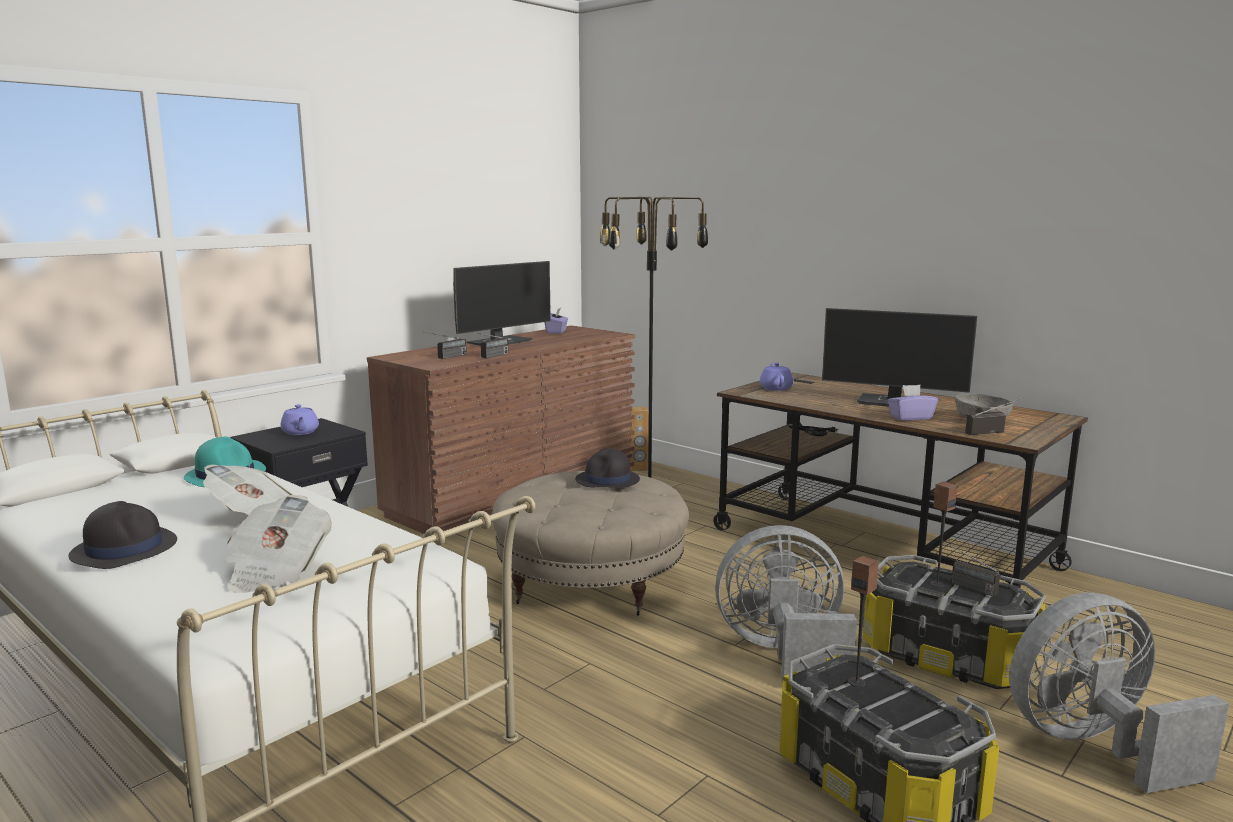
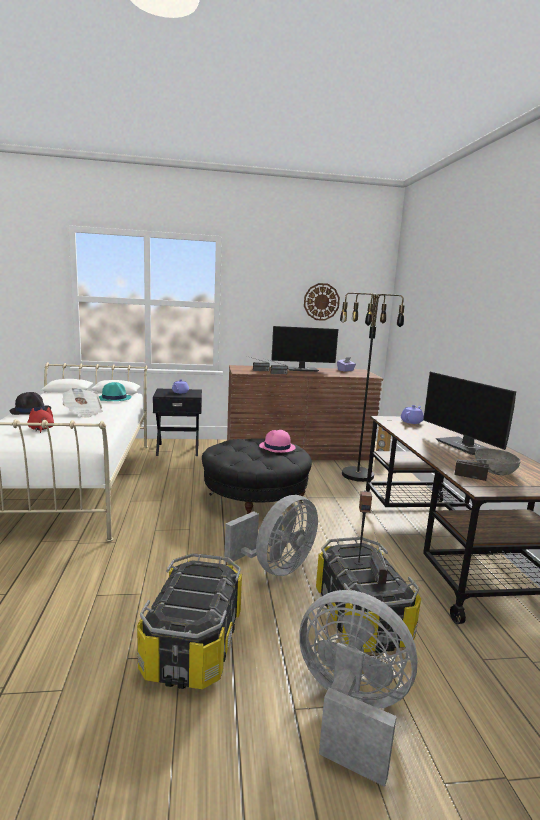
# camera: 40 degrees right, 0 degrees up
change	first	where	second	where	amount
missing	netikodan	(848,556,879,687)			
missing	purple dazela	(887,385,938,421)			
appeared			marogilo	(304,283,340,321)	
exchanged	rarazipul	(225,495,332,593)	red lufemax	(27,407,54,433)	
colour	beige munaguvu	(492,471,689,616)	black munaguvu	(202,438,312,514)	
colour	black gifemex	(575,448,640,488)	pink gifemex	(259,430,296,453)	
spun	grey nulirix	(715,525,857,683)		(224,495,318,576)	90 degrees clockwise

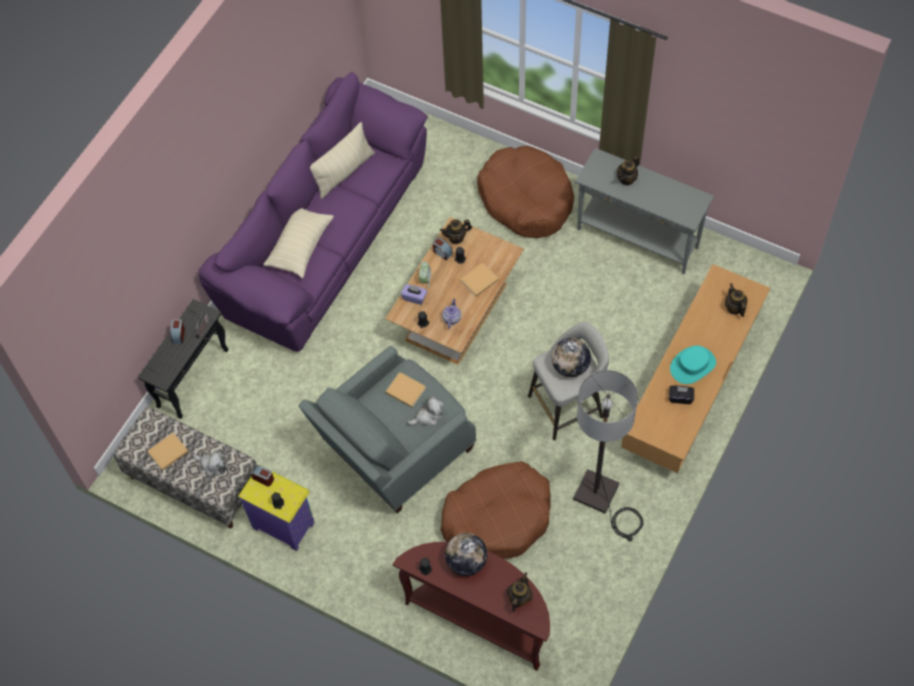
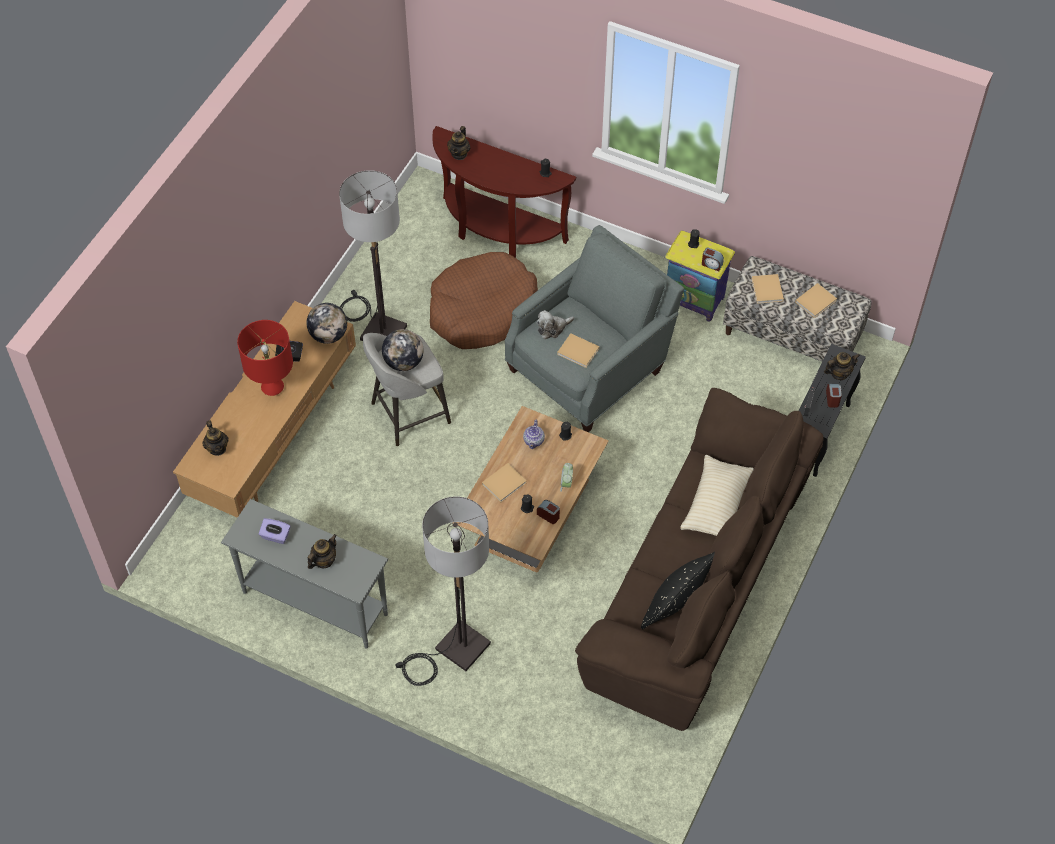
# camera: 175 degrees right, 5 degrees down
change	first	where	second	where	amount
relocated	purple dazela	(401,284,427,305)		(259,518,291,544)	
relocated	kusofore	(440,219,472,244)		(824,352,860,380)	
relocated	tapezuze	(445,533,487,576)		(306,303,347,344)	
exchanged	lufemax	(193,450,228,477)	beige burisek	(752,274,784,304)	
exchanged	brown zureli	(477,146,574,238)	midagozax	(395,496,491,686)	
exchanged	turquoise gifemex	(670,345,716,384)	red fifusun	(237,320,293,396)	
colour	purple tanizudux	(198,72,428,352)	brown tanizudux	(575,388,824,731)	
colour	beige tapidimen	(310,122,375,199)	black tapidimen	(641,552,715,629)	

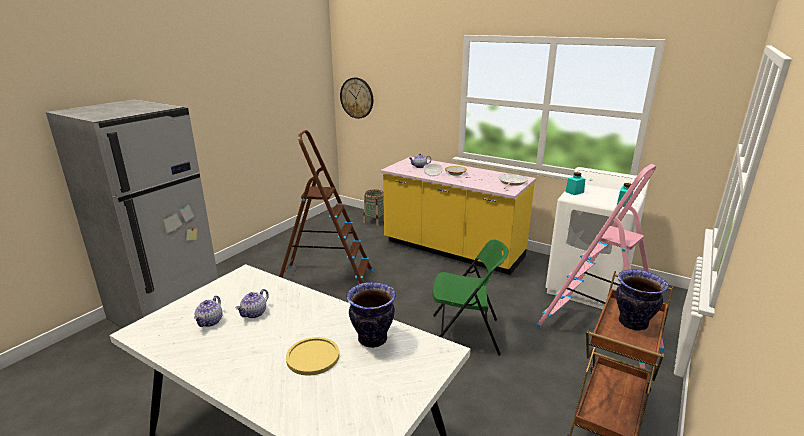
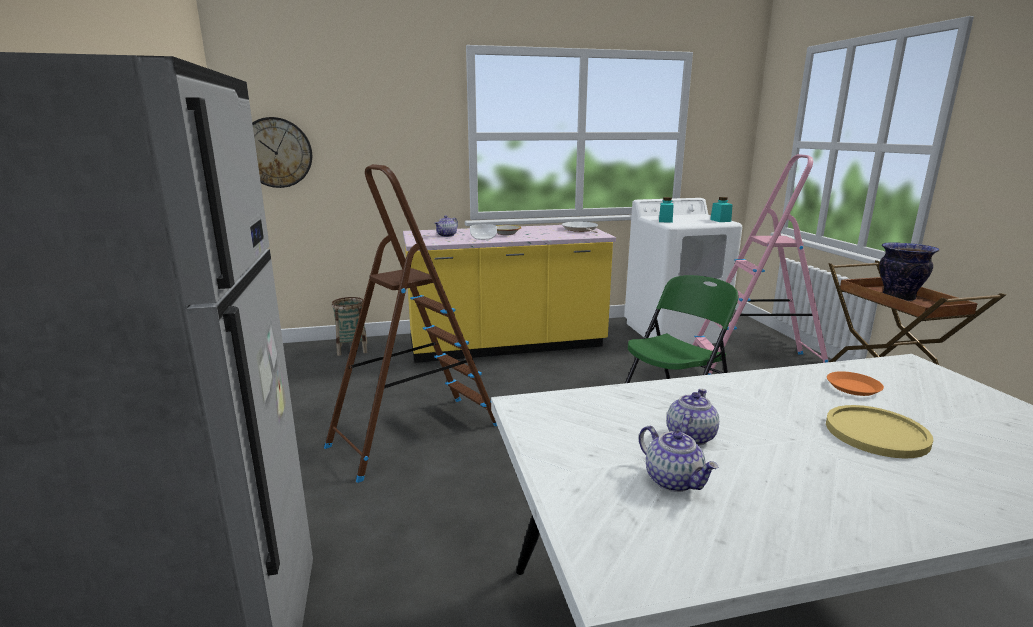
# camera: 45 degrees left, 5 degrees down
change	first	where	second	where	amount
exchanged	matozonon	(346,282,396,348)	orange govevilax	(827,371,884,396)	
spun	kusofore	(235,289,269,318)		(667,389,719,446)	135 degrees counterclockwise

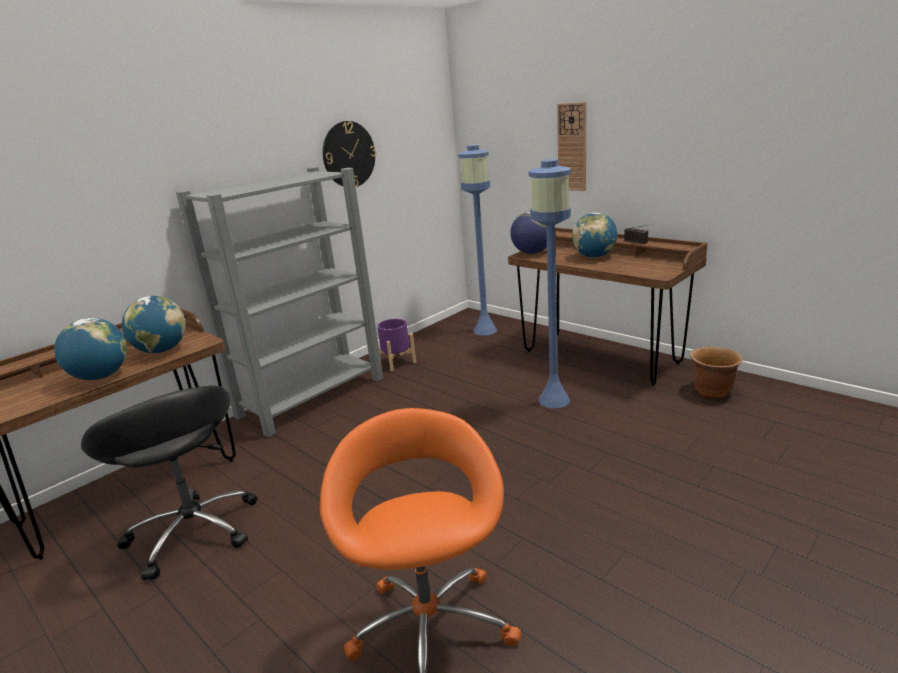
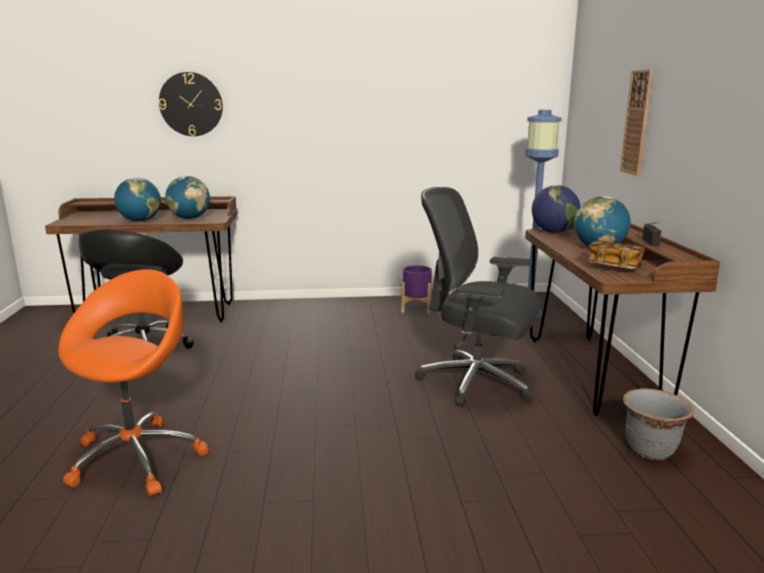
# camera: 40 degrees right, 5 degrees down
change	first	where	second	where	amount
missing	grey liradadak	(176,166,383,437)			
appeared			burisek	(587,241,645,270)	
relocated	marogilo	(323,121,376,187)		(159,72,223,136)	
exchanged	blue midagozax	(529,159,571,408)	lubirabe	(415,187,541,407)	
colour	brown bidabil	(690,347,743,398)	grey bidabil	(623,388,694,460)	

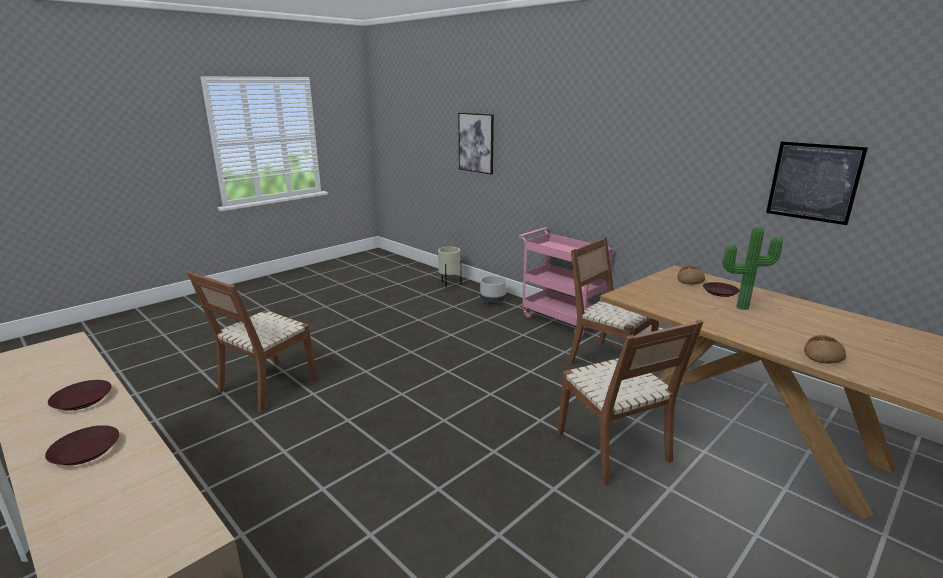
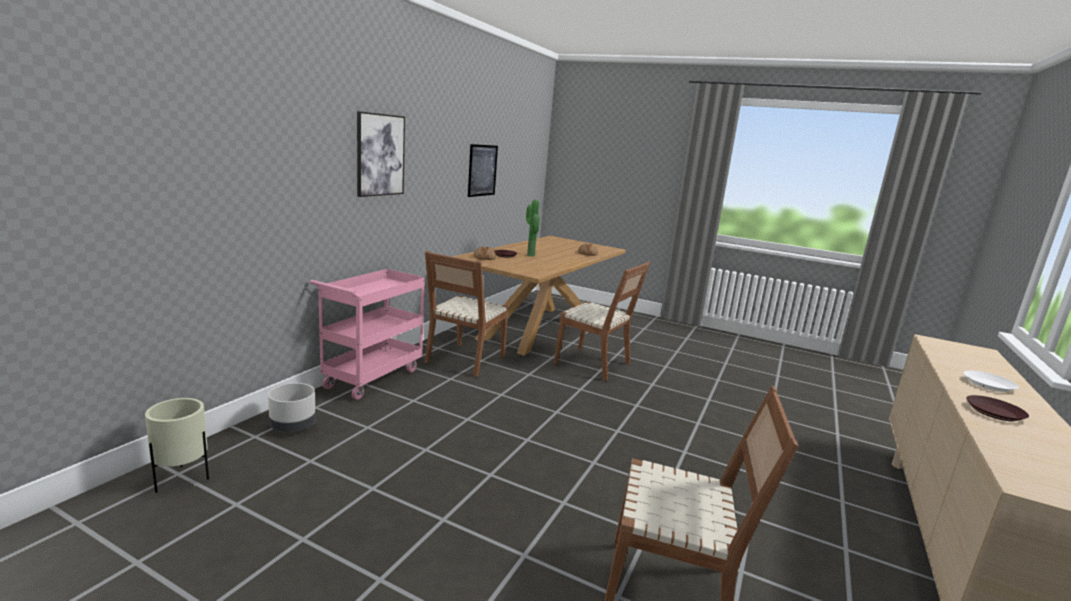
# camera: 110 degrees left, 5 degrees down
change	first	where	second	where	amount
relocated	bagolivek	(458,113,494,174)		(357,111,405,197)	
colour	brown govevilax	(45,425,119,465)	white govevilax	(963,371,1019,392)	
spun	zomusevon	(557,319,703,485)		(554,261,650,381)	75 degrees clockwise

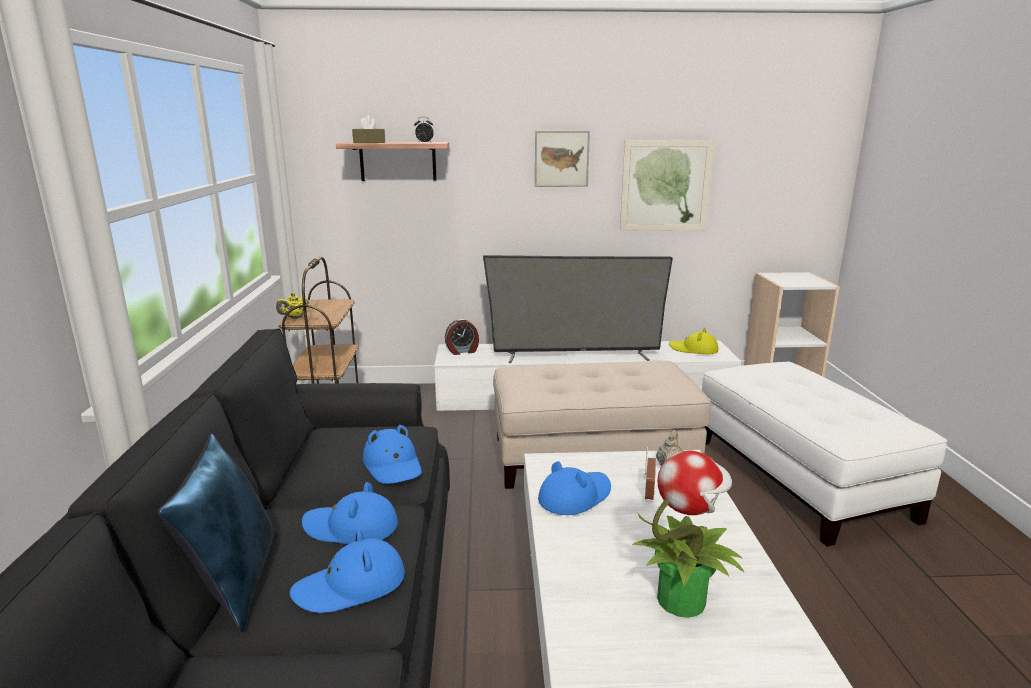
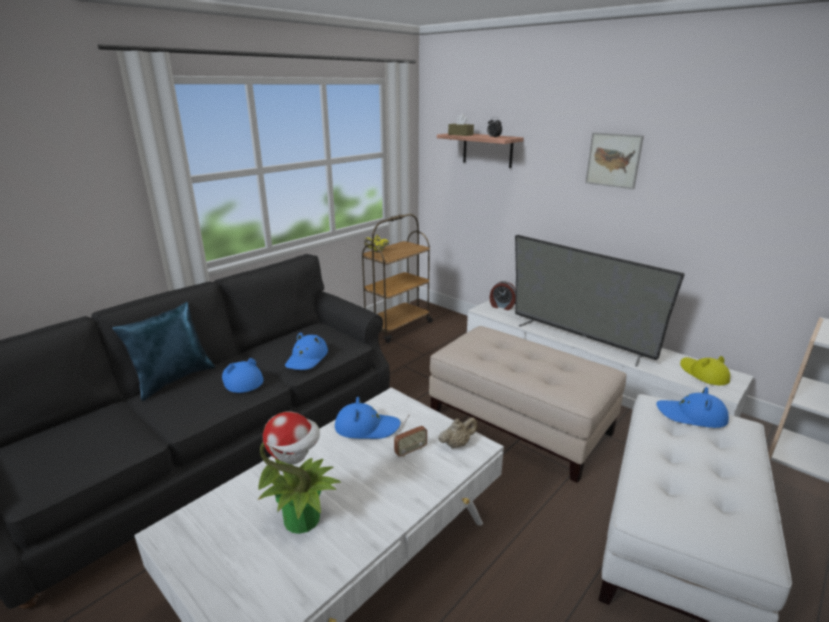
# camera: 45 degrees right, 5 degrees up
change	first	where	second	where	amount
missing	bagolivek	(620,140,714,231)			
relocated	blue gifemex	(290,530,405,613)		(656,387,729,428)	

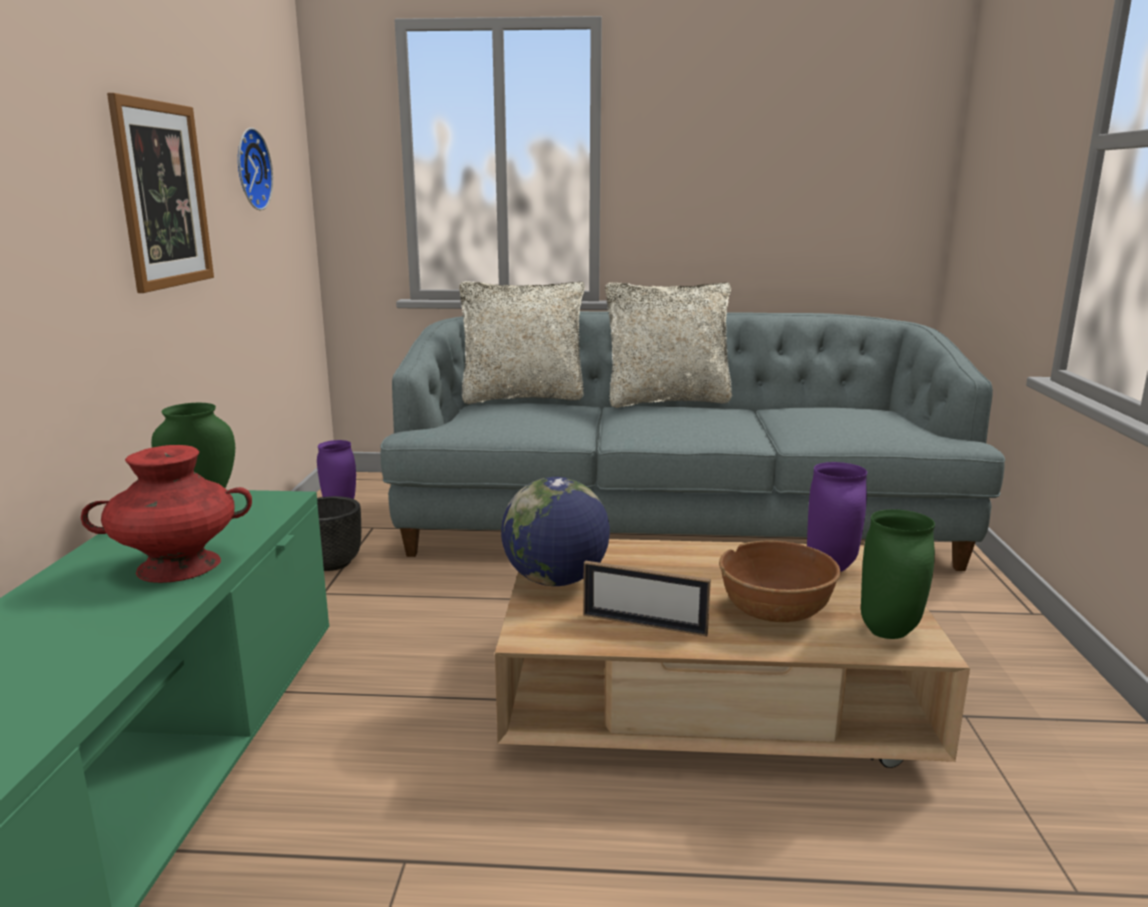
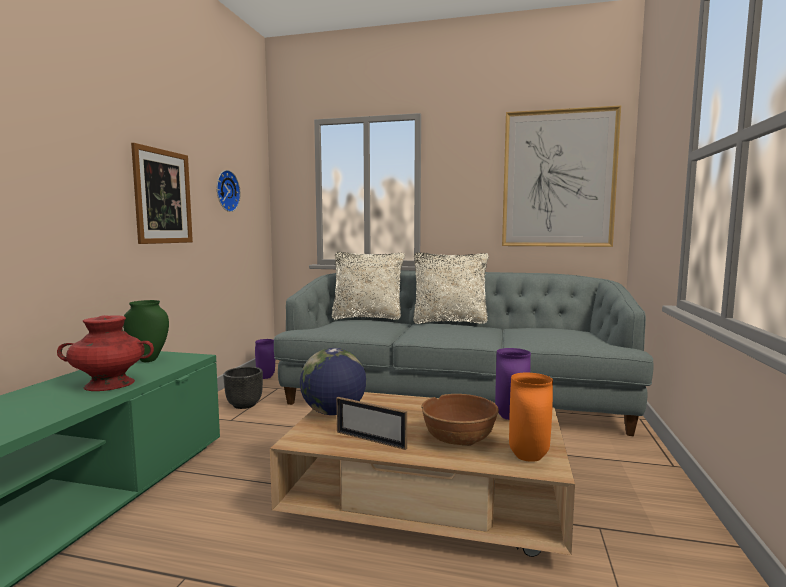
# camera: 10 degrees right, 10 degrees down
change	first	where	second	where	amount
appeared			bagolivek	(502,105,621,247)	
colour	green matozonon	(861,509,935,639)	orange matozonon	(509,373,553,462)	

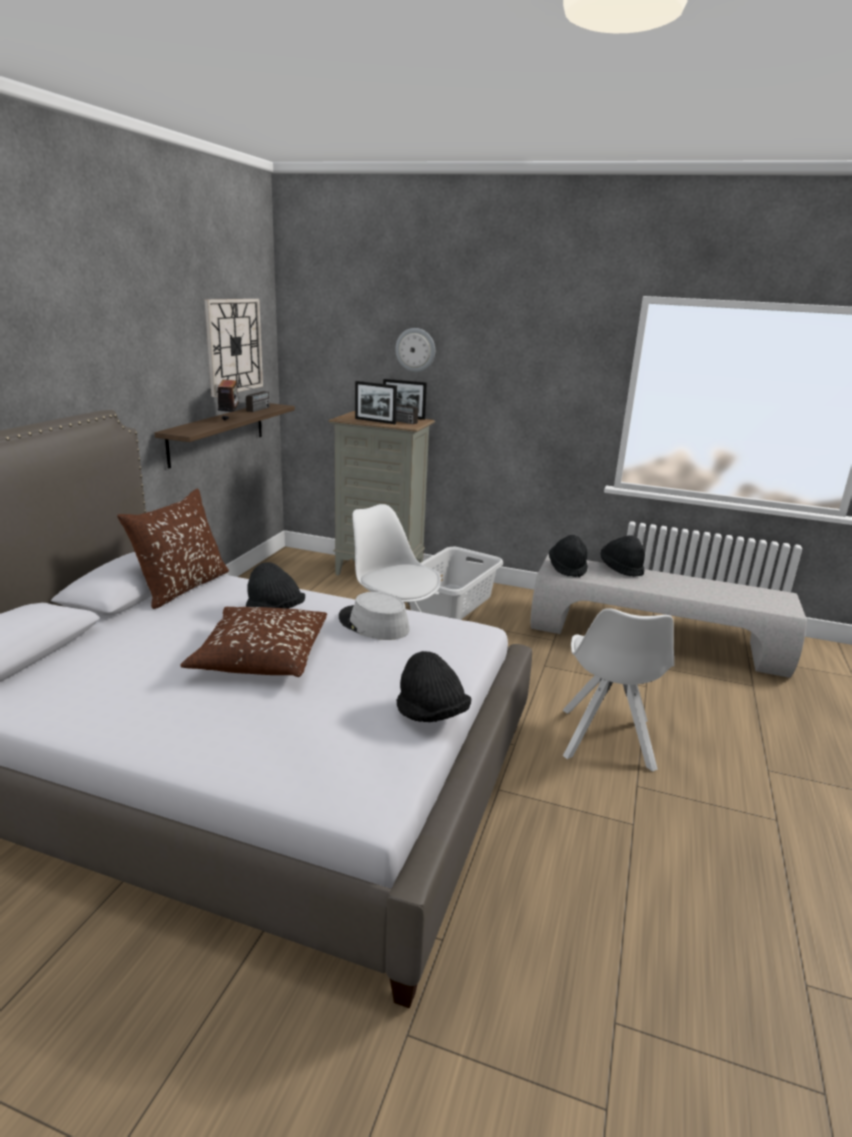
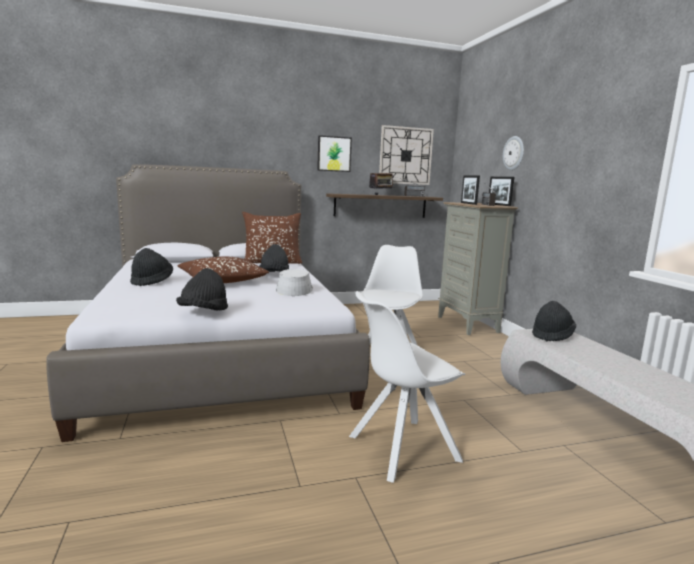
# camera: 55 degrees right, 10 degrees down
change	first	where	second	where	amount
missing	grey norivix	(410,547,503,620)			
appeared			bagolivek	(317,135,352,172)	
relocated	black gifemex	(601,535,645,577)		(130,248,173,286)	

